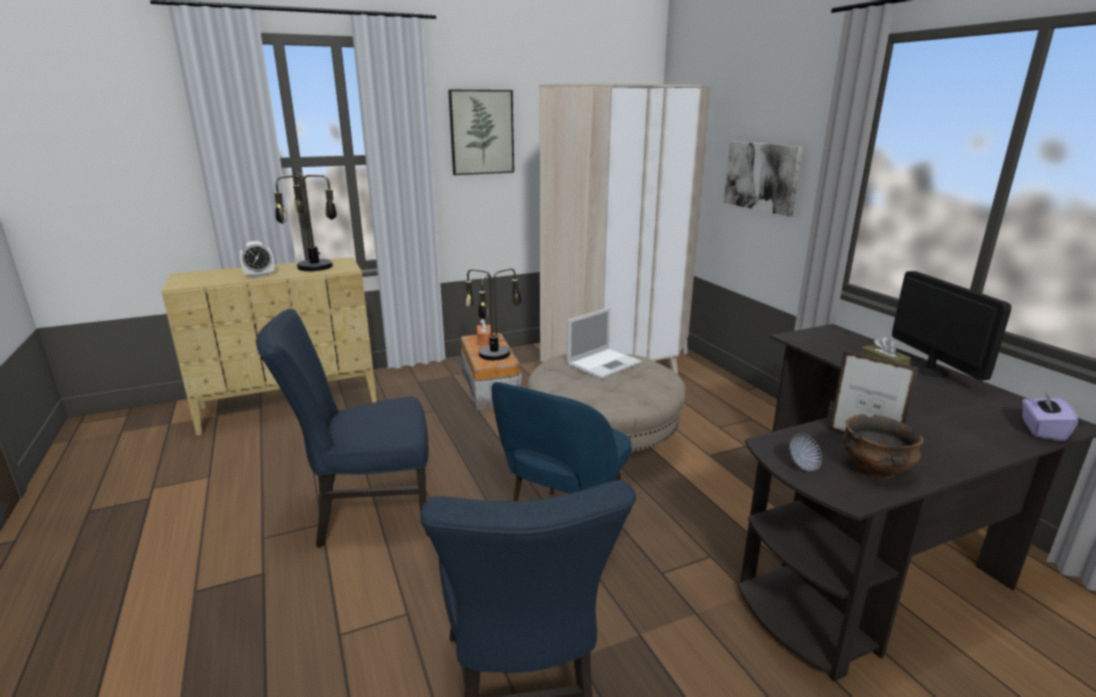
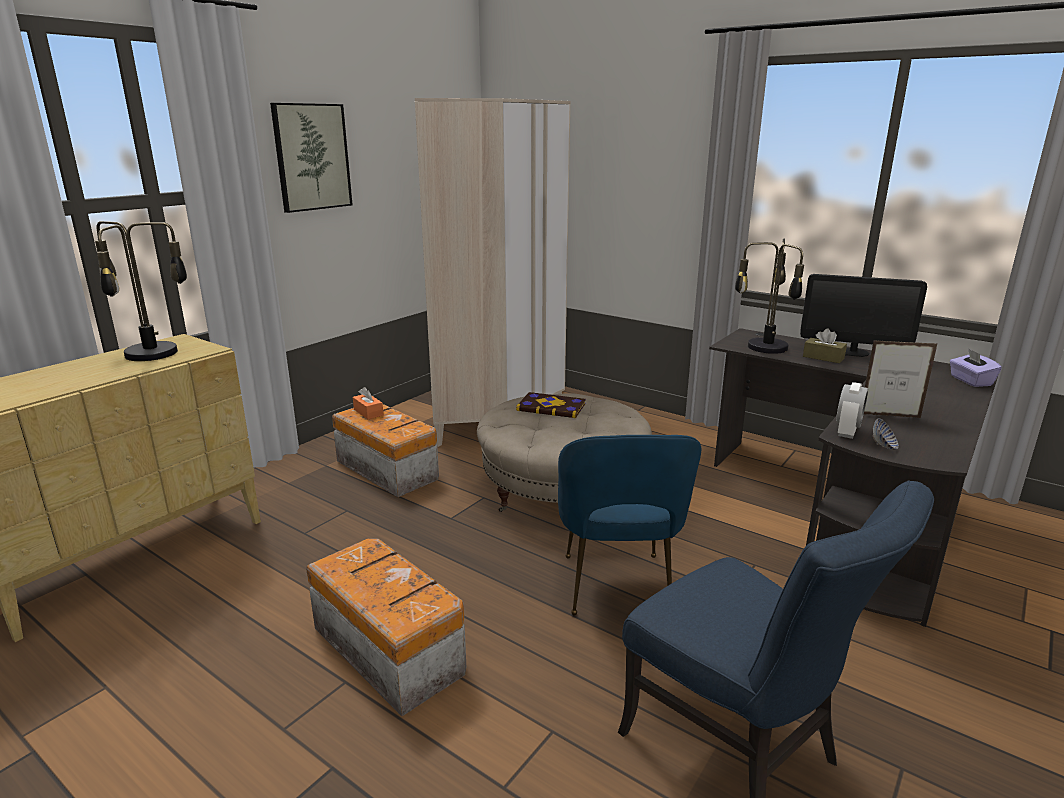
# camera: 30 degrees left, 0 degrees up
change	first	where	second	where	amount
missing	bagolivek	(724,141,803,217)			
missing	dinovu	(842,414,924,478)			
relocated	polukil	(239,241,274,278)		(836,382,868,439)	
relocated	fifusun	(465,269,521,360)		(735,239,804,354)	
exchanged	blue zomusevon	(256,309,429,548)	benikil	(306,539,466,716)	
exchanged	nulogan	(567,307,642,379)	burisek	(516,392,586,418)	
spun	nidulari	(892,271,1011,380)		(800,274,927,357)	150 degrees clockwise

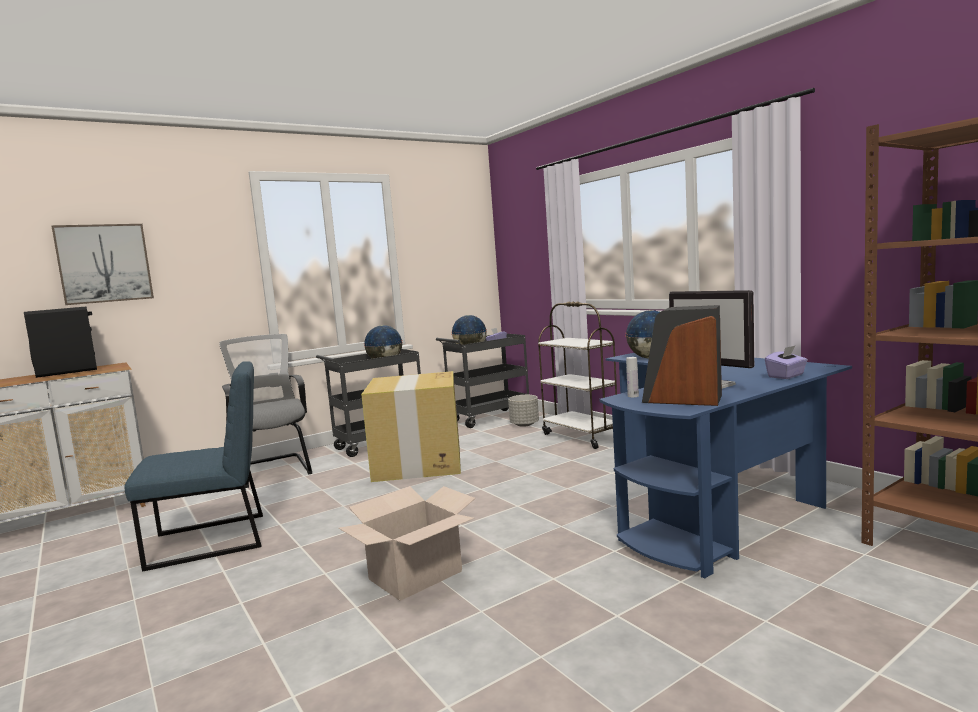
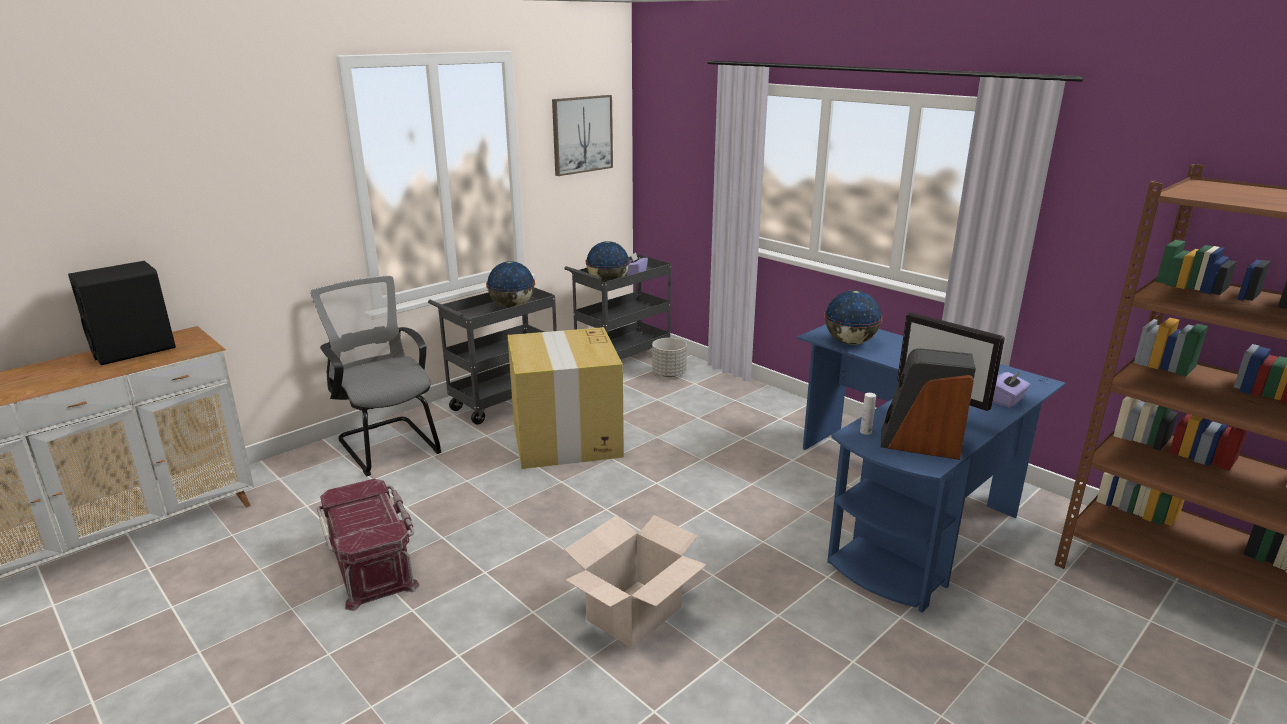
# camera: 10 degrees left, 15 degrees up
change	first	where	second	where	amount
missing	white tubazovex	(538,302,617,449)			
relocated	bagolivek	(51,224,154,305)		(552,95,613,176)	
exchanged	blue zomusevon	(124,361,263,572)	red benikil	(317,479,420,611)	

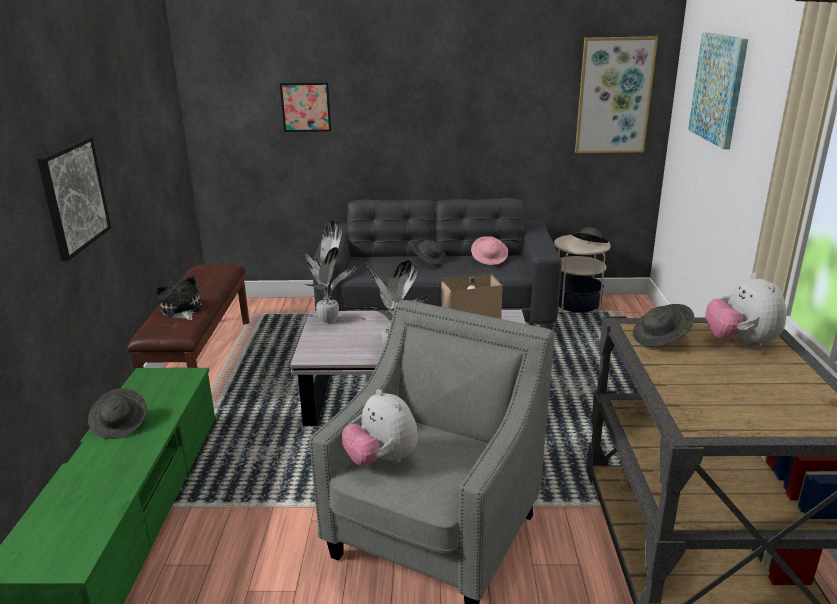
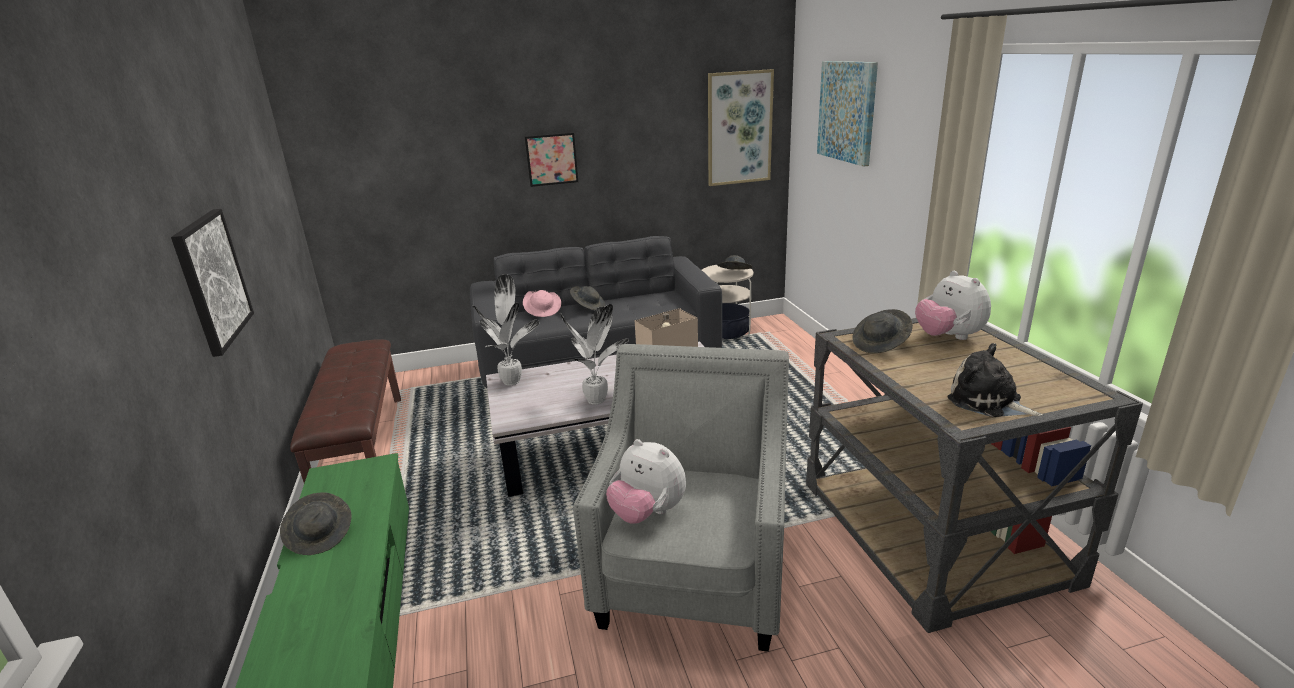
# camera: 15 degrees left, 0 degrees up
change	first	where	second	where	amount
relocated	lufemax	(156,276,202,320)		(947,343,1043,417)	
relocated	bagolivek	(280,83,331,132)		(525,133,578,187)	
relocated	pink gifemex	(471,236,508,265)		(523,290,561,317)	

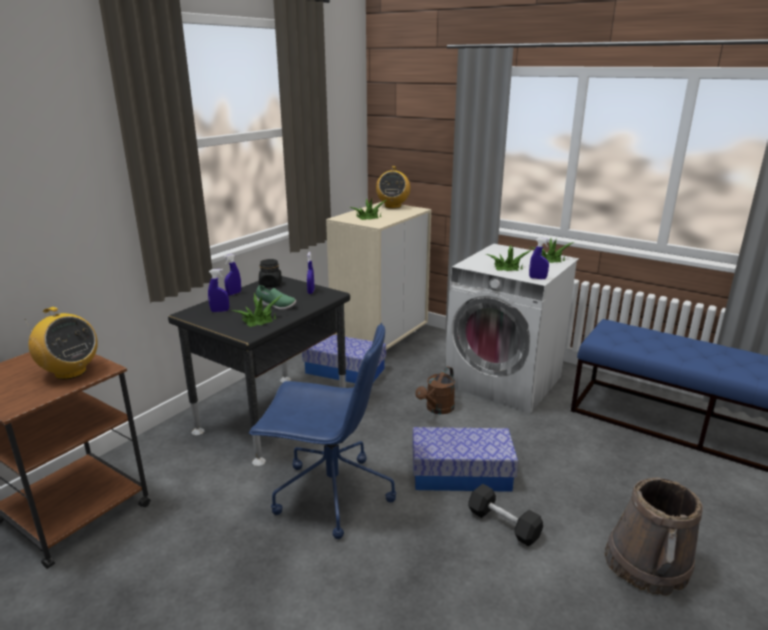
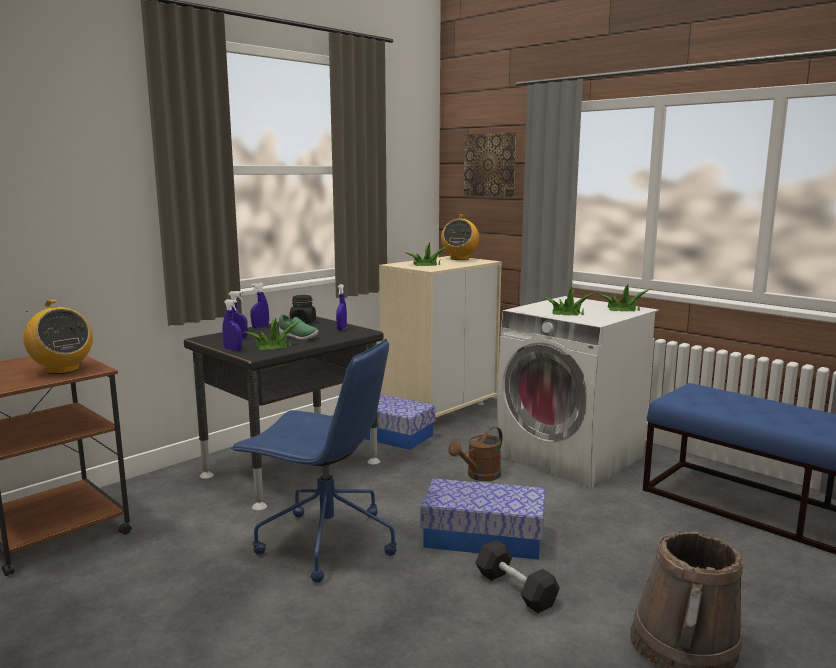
# camera: 10 degrees right, 10 degrees down
change	first	where	second	where	amount
appeared			bagolivek	(464,132,516,197)	
relocated	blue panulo	(529,238,550,279)		(222,299,242,351)	

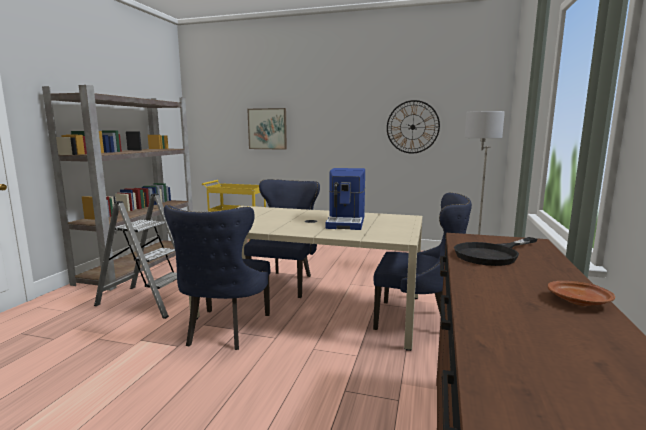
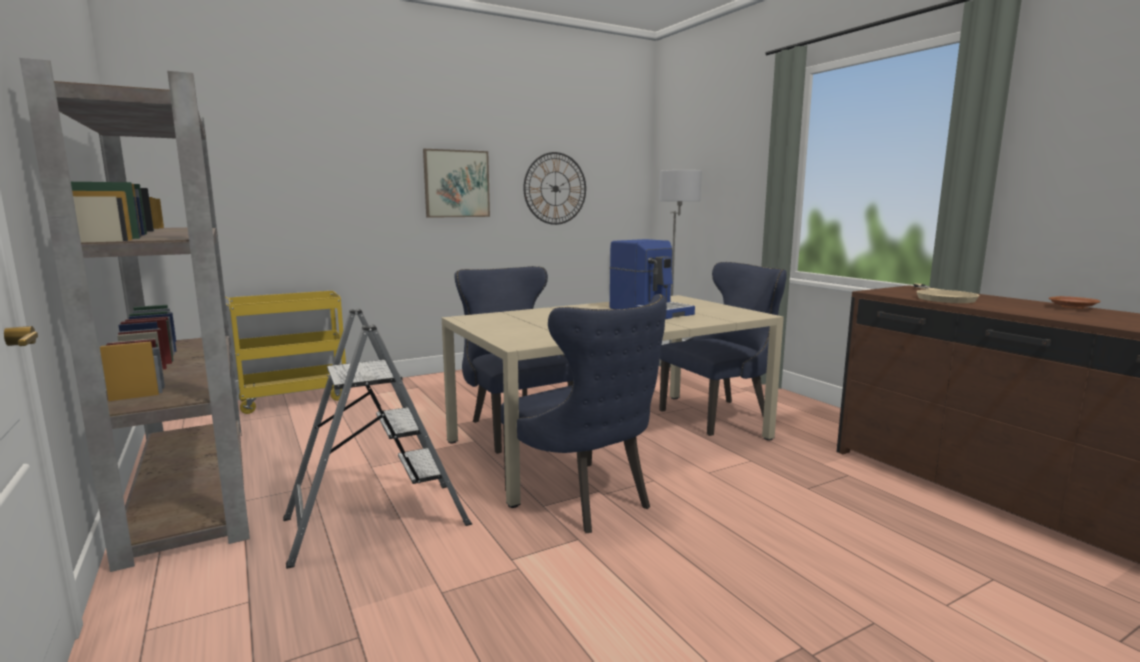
# camera: 45 degrees left, 0 degrees up
change	first	where	second	where	amount
relocated	bagolivek	(247,108,287,150)		(423,149,490,218)	
colour	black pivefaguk	(454,237,537,266)	beige pivefaguk	(914,284,980,303)	

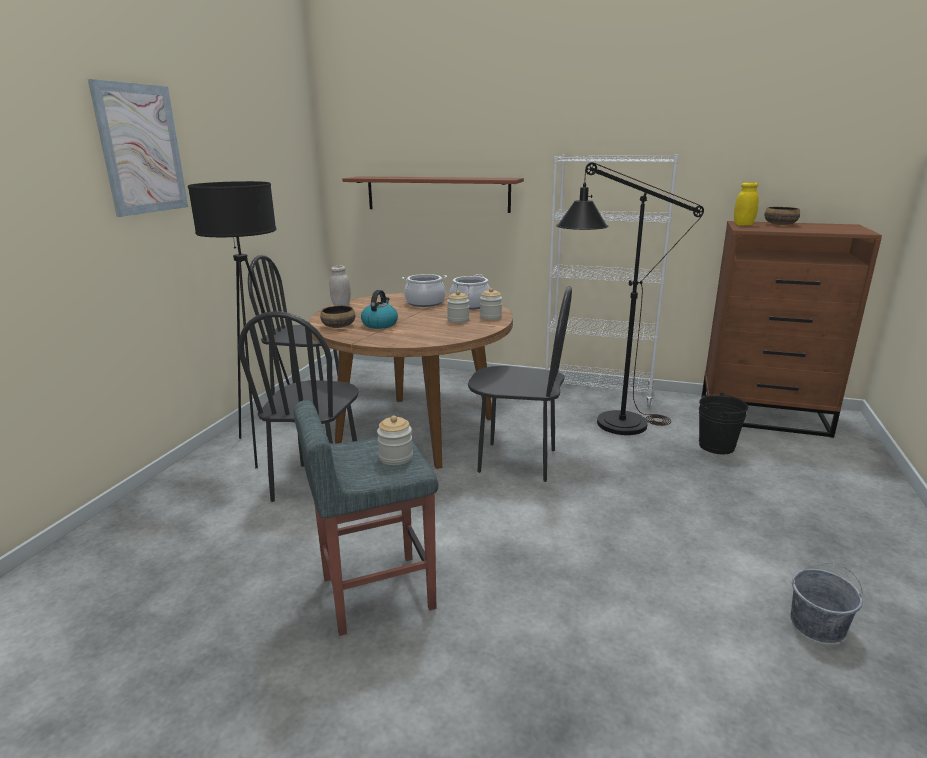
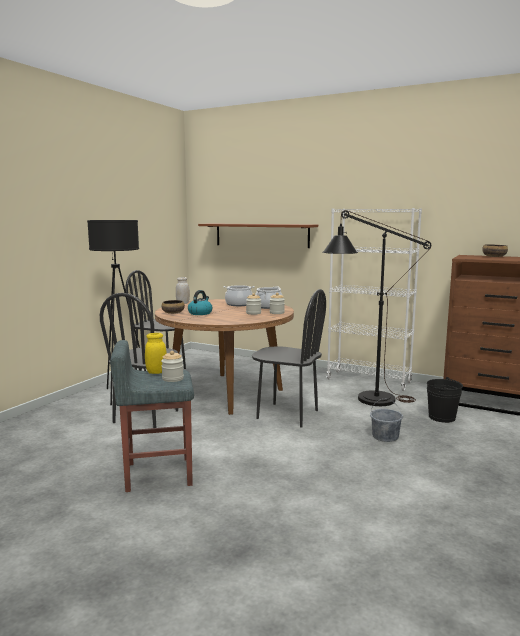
# camera: 10 degrees right, 10 degrees down
change	first	where	second	where	amount
missing	bagolivek	(88,79,188,217)			
relocated	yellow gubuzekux	(734,182,759,226)		(145,333,167,374)	
relocated	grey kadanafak	(791,563,863,643)		(370,398,403,442)	

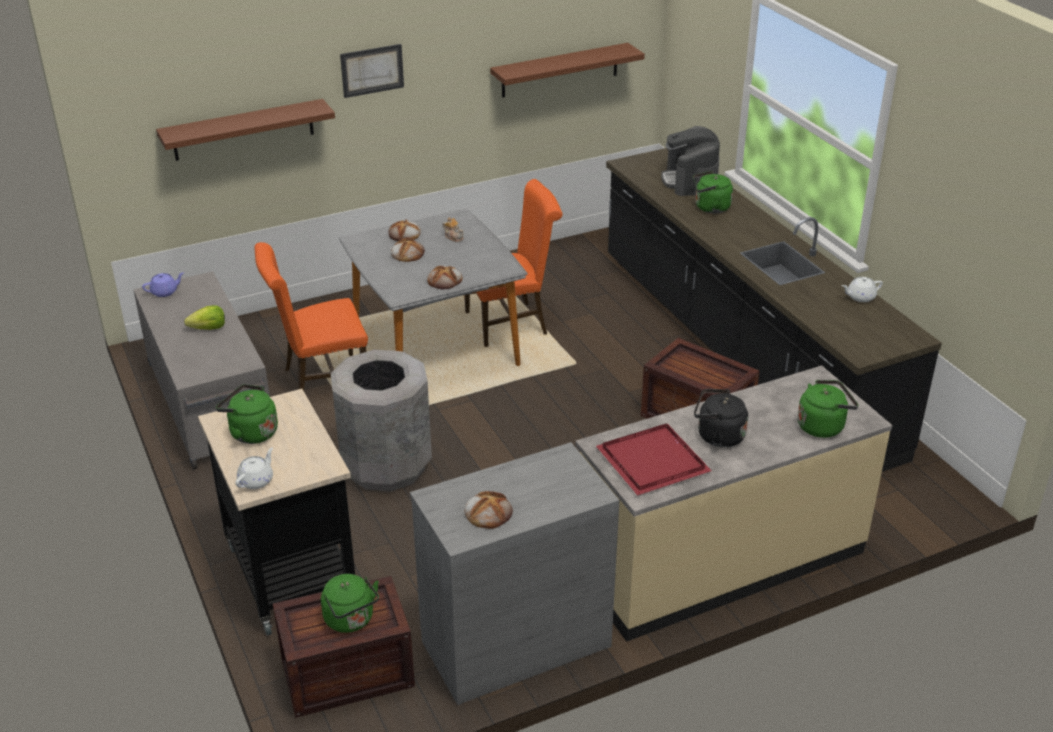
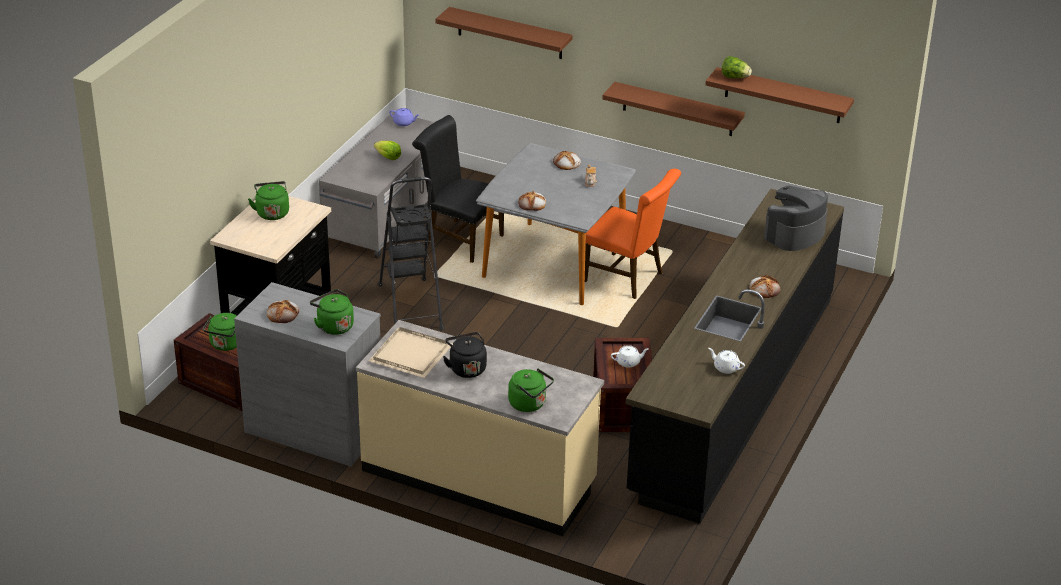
# camera: 50 degrees right, 0 degrees up
change	first	where	second	where	amount
missing	bagolivek	(340,44,404,98)			
appeared			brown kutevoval	(602,82,745,136)	
appeared			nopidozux	(722,56,752,78)	
relocated	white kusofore	(235,447,273,489)		(611,345,649,368)	
relocated	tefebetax	(391,237,425,262)		(749,275,780,298)	
relocated	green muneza	(693,171,733,213)		(310,289,354,335)	
exchanged	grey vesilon	(331,349,432,491)	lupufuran	(377,177,444,330)	
colour	orange zomusevon	(254,242,368,391)	black zomusevon	(412,115,504,263)	
colour	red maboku	(596,424,712,496)	beige maboku	(369,327,453,378)	

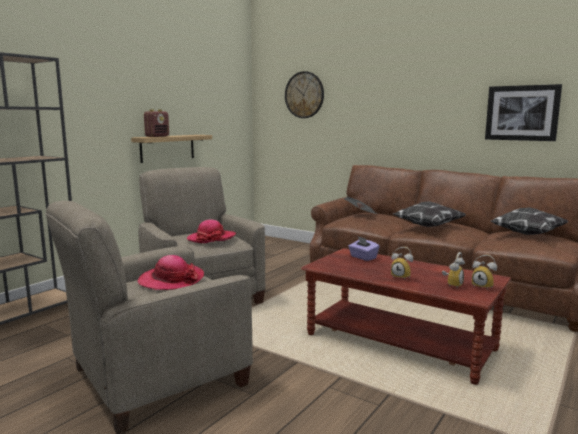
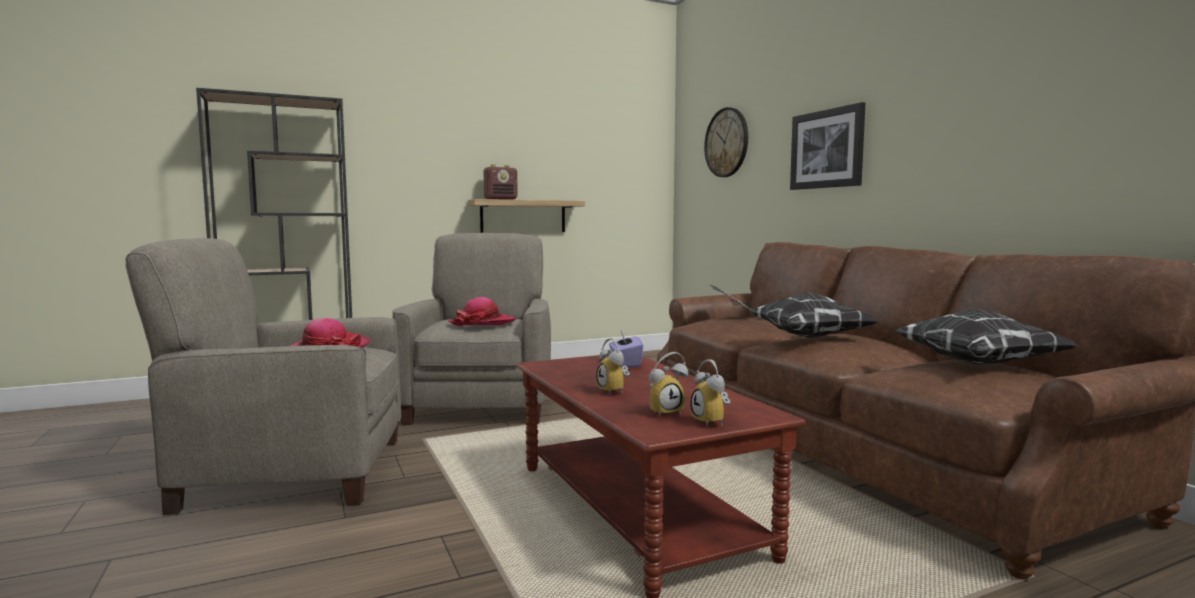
# camera: 30 degrees right, 5 degrees down
change	first	where	second	where	amount
relocated	bagolivek	(485,84,562,141)		(790,102,865,190)	

